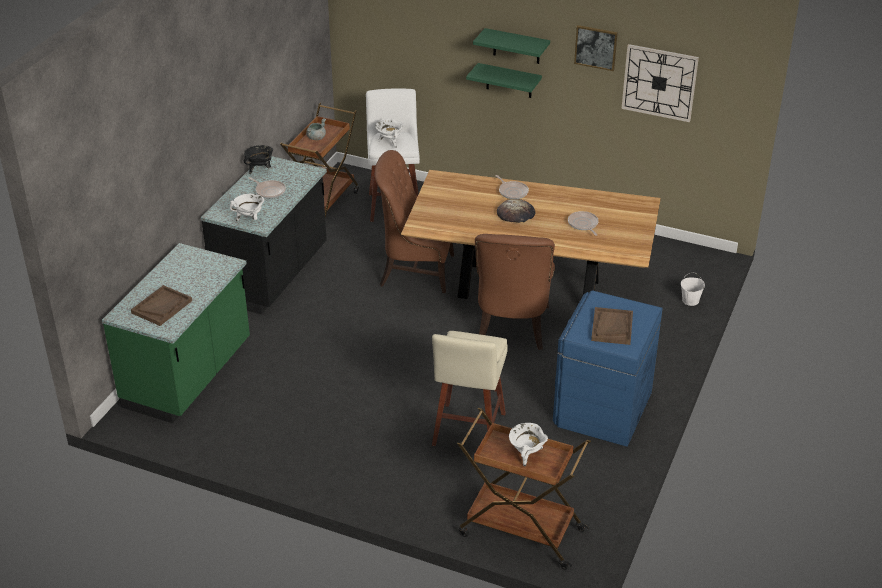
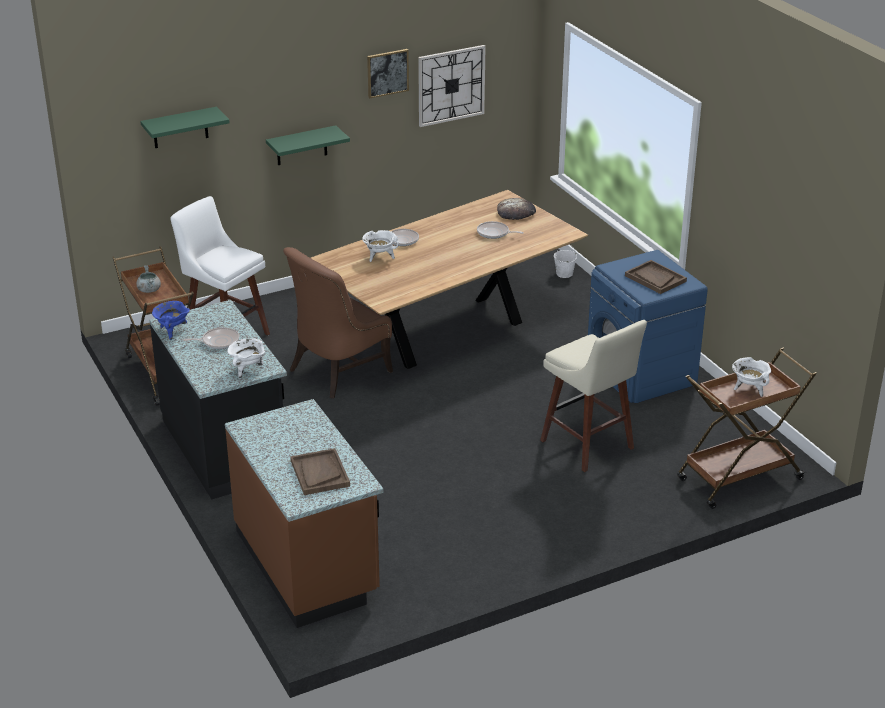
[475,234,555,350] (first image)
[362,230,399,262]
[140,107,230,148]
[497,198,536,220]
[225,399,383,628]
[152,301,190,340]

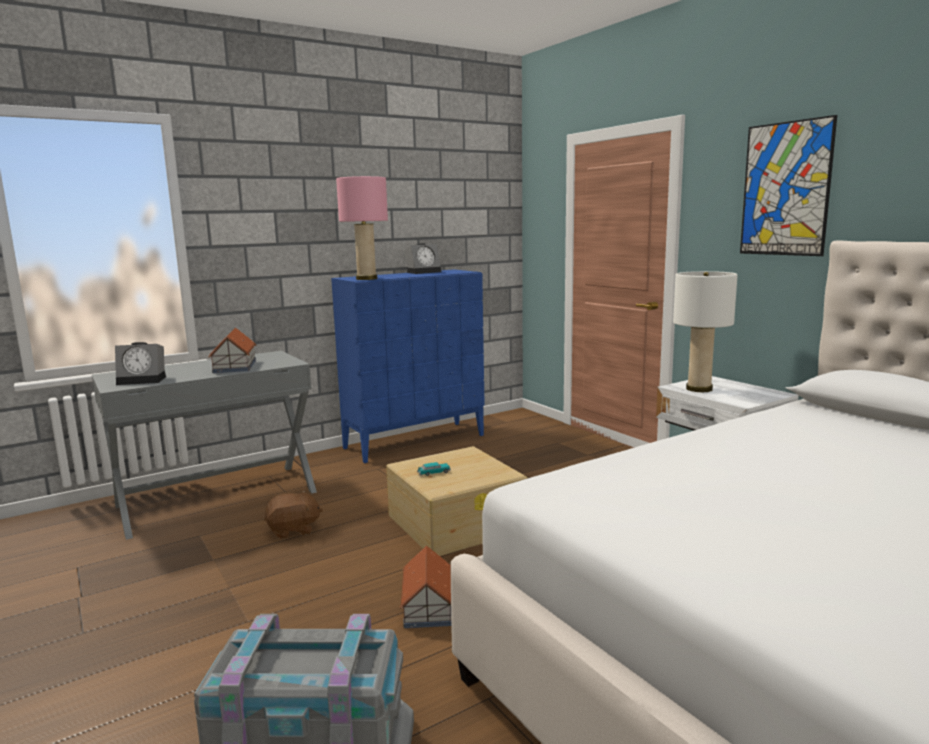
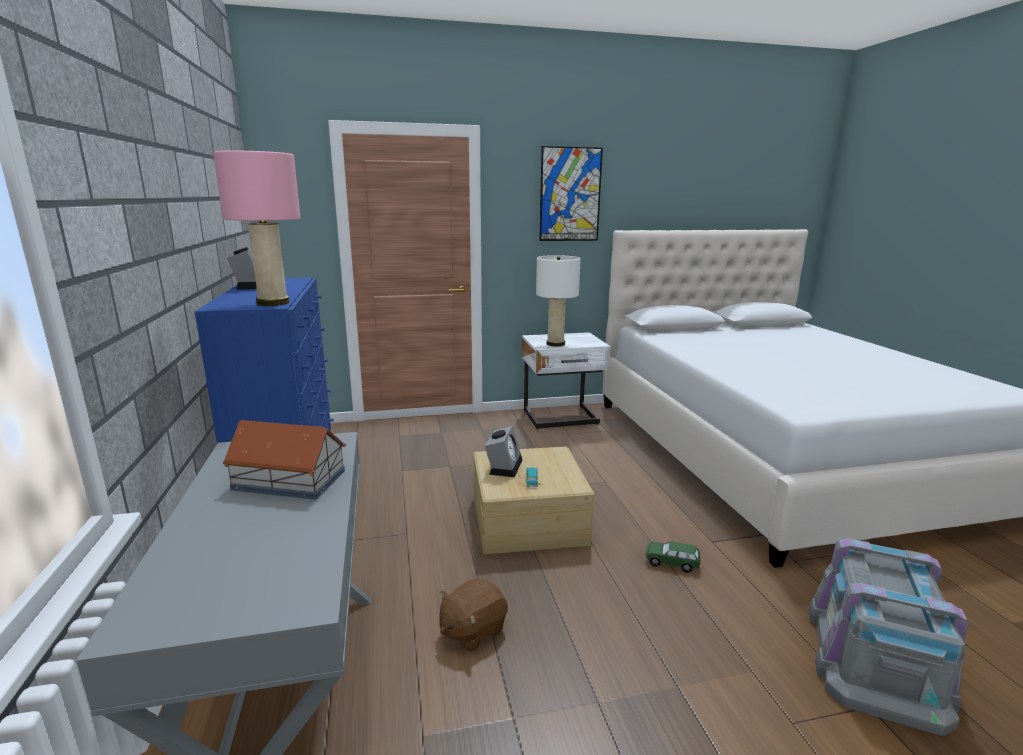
[485,426,522,477]
[646,541,701,573]
[439,578,508,652]

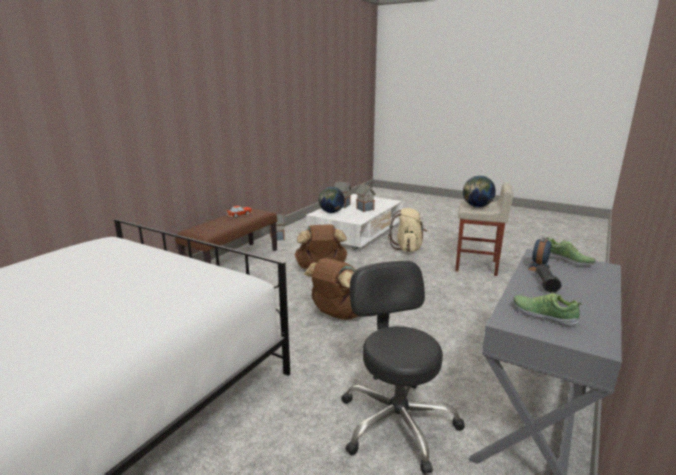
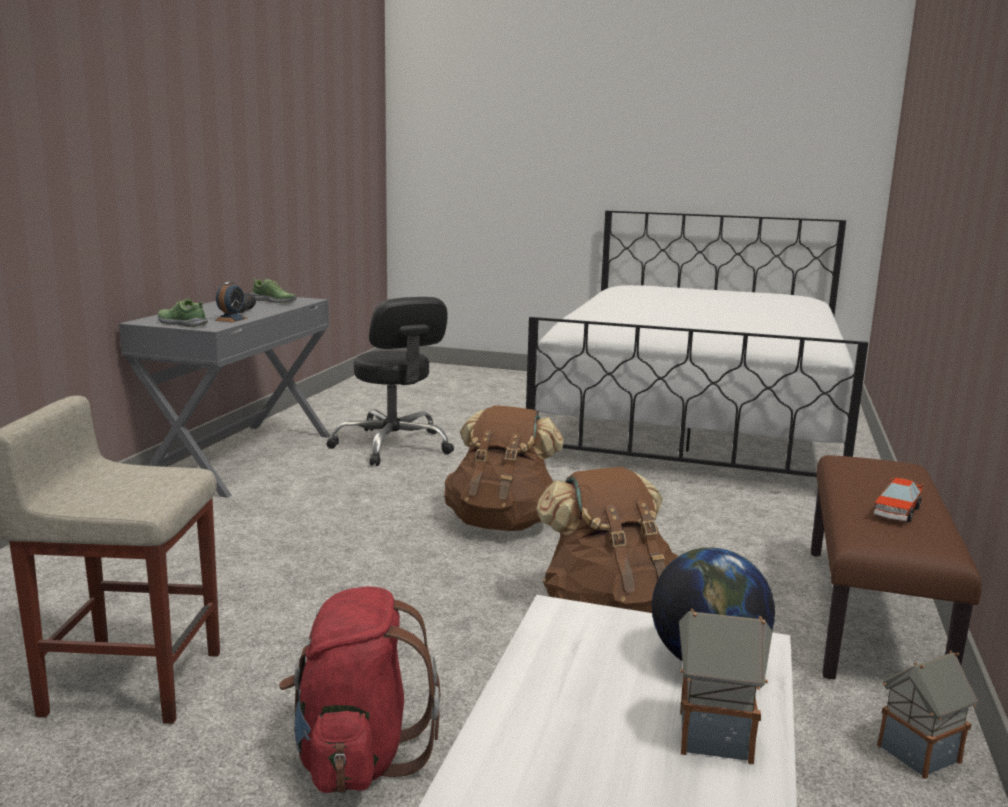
[356,184,376,212] (first image)
[463,176,496,207] (first image)
[279,586,440,793]

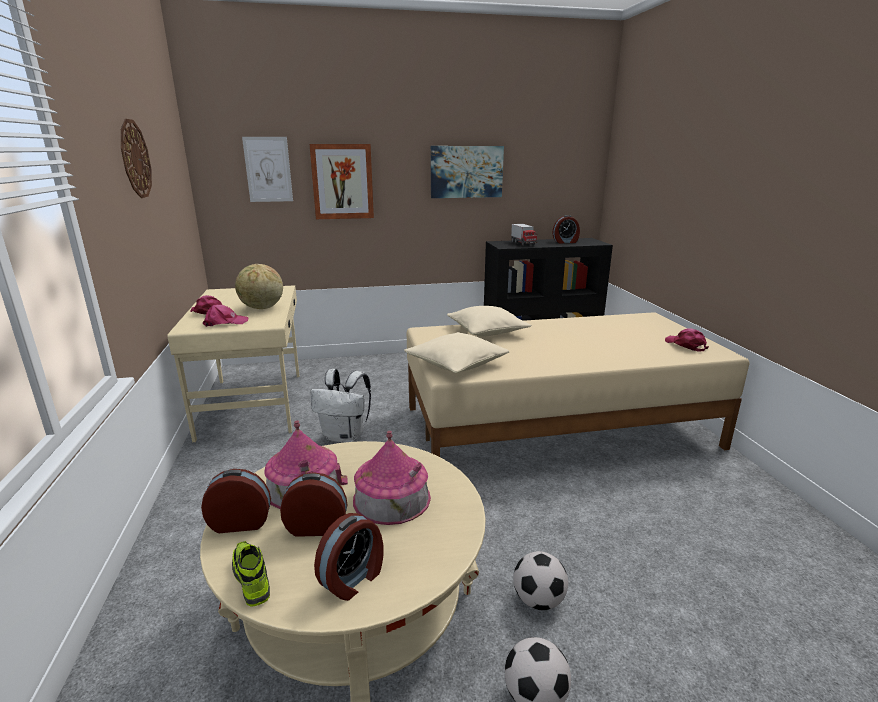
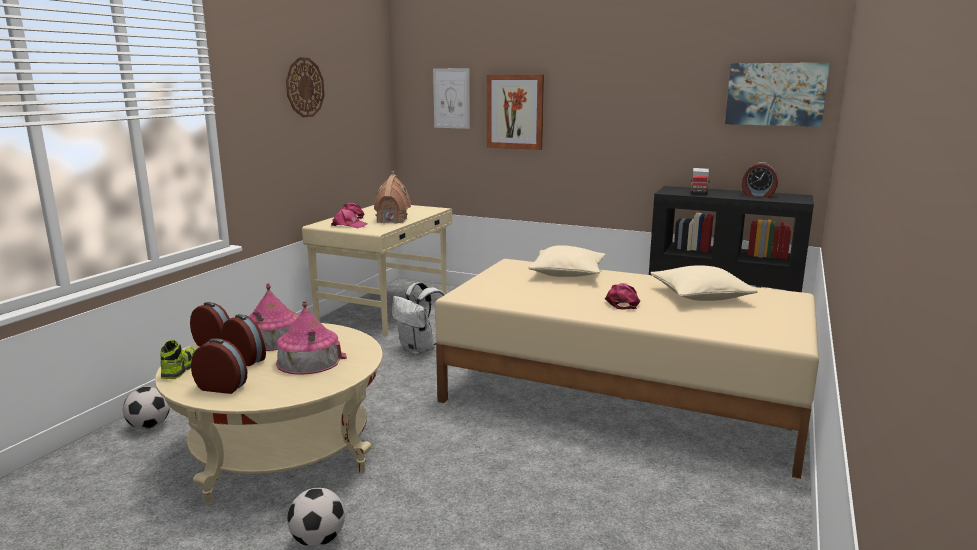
[651,265,758,301]
[725,63,830,127]
[123,387,170,429]
[605,283,640,310]
[374,171,411,224]
[191,338,247,394]

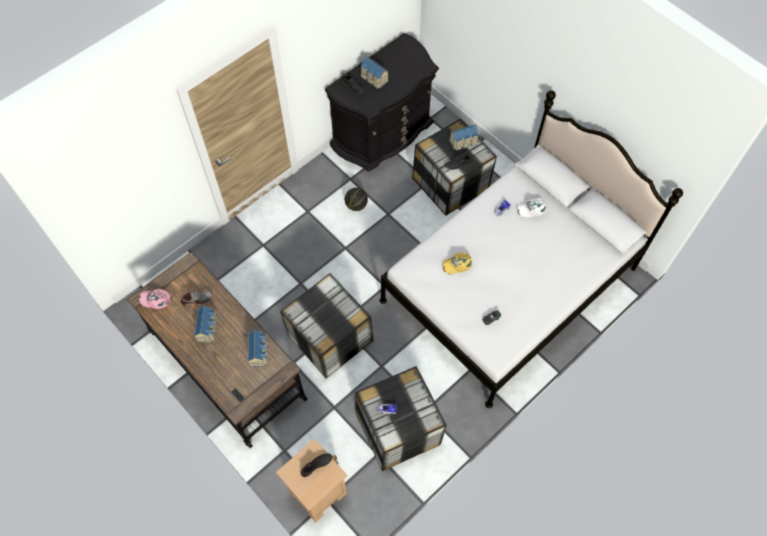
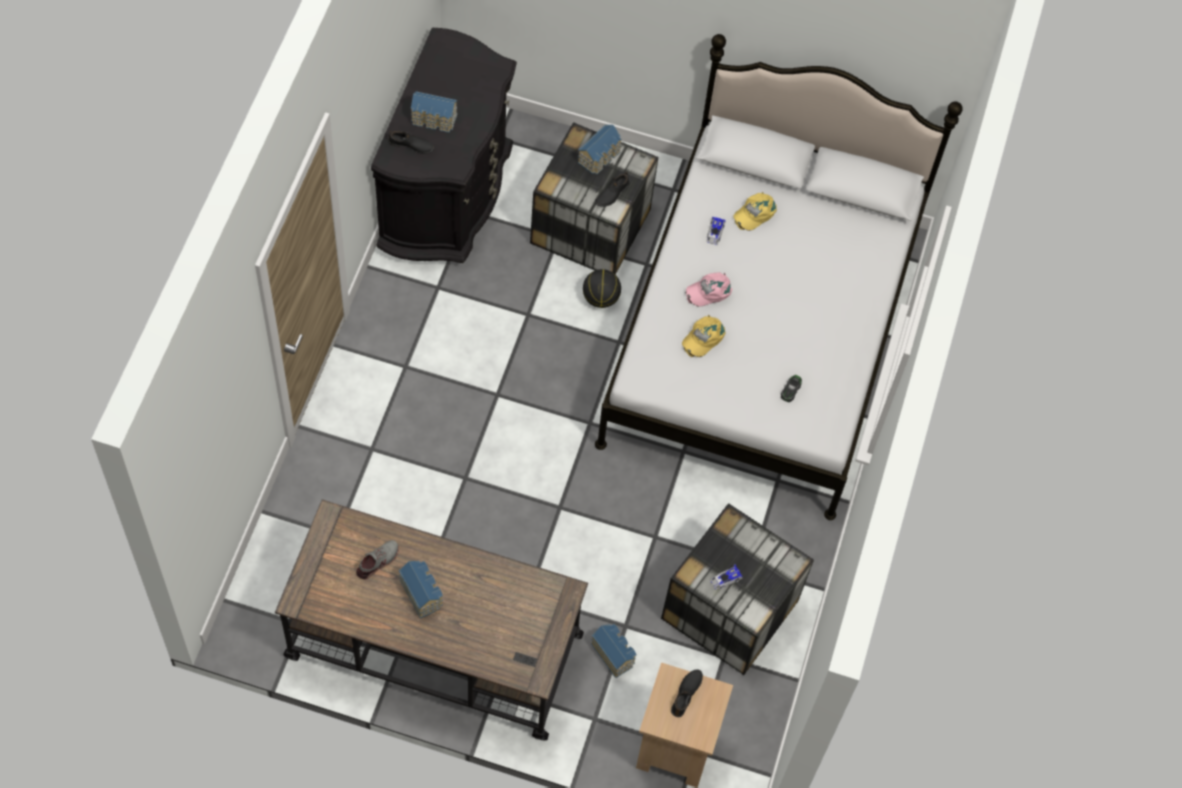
[280,273,373,378] (first image)
[685,272,733,307]
[591,624,636,678]
[583,269,621,308]
[733,192,777,231]

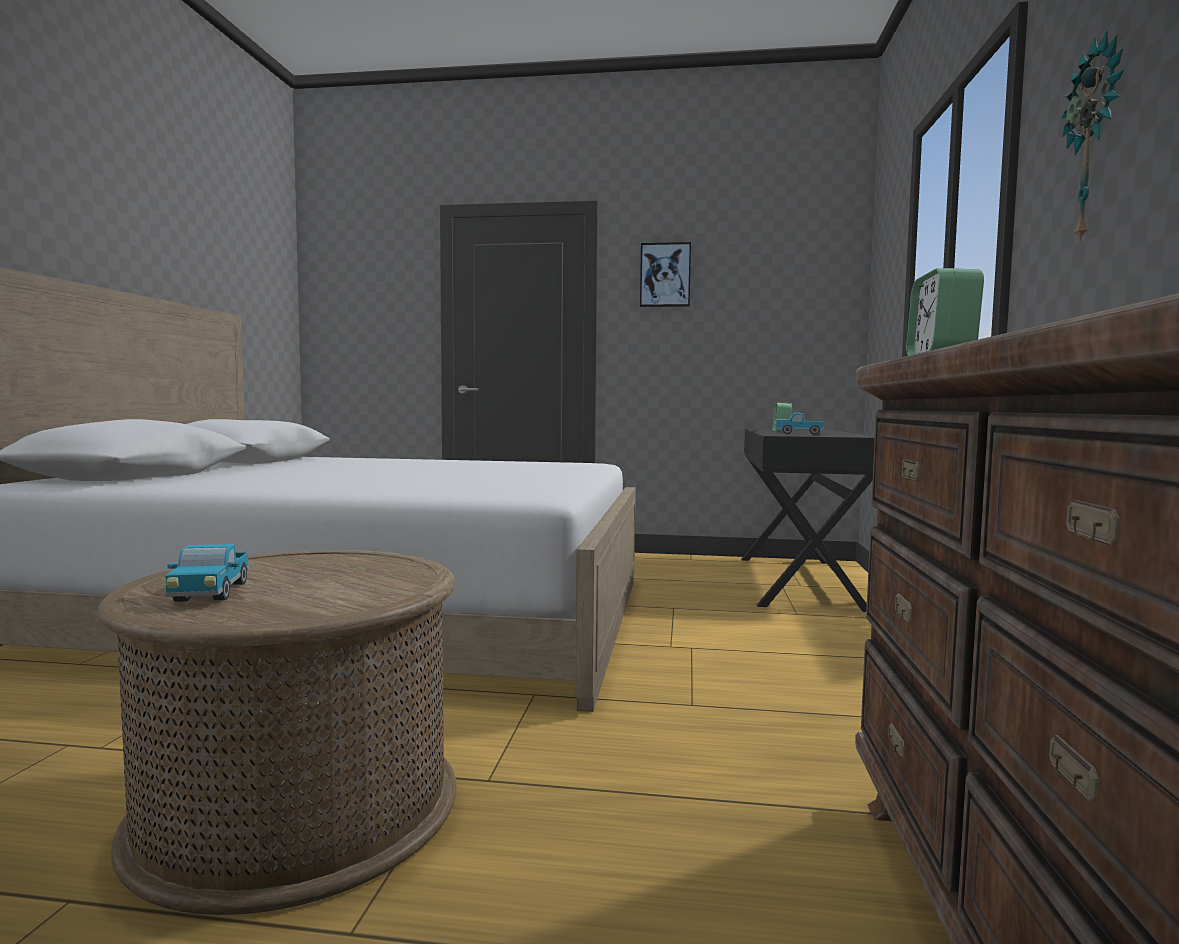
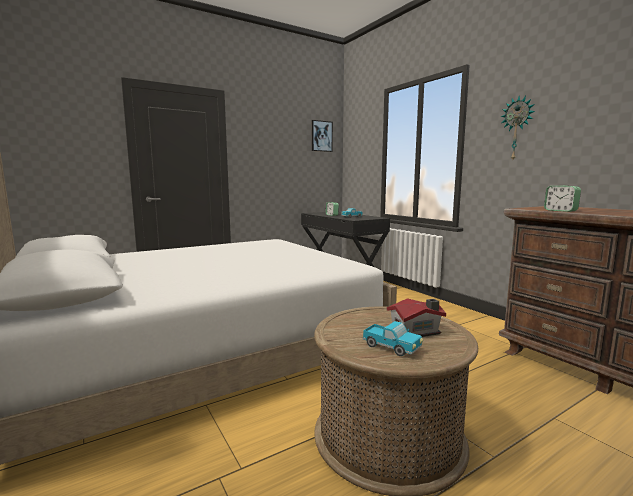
[387,298,446,337]
[312,120,333,152]

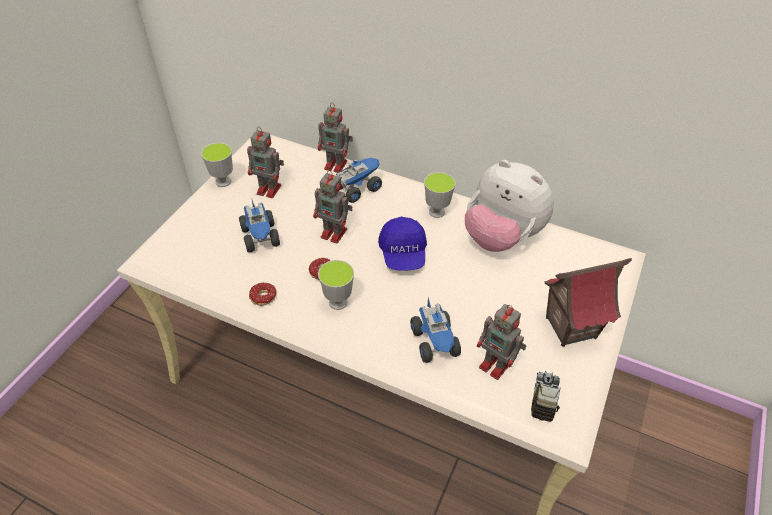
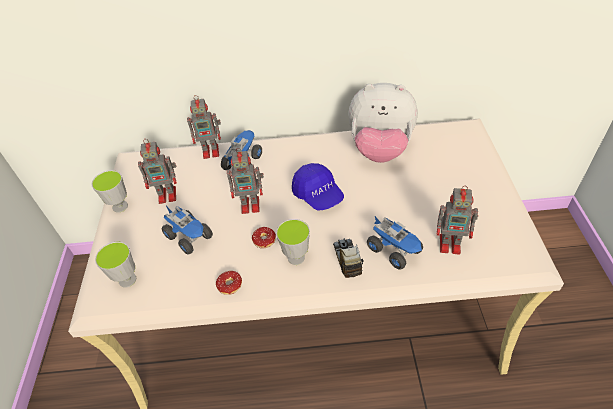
[544,258,632,347] (first image)
[95,242,136,288]
[333,238,364,279]

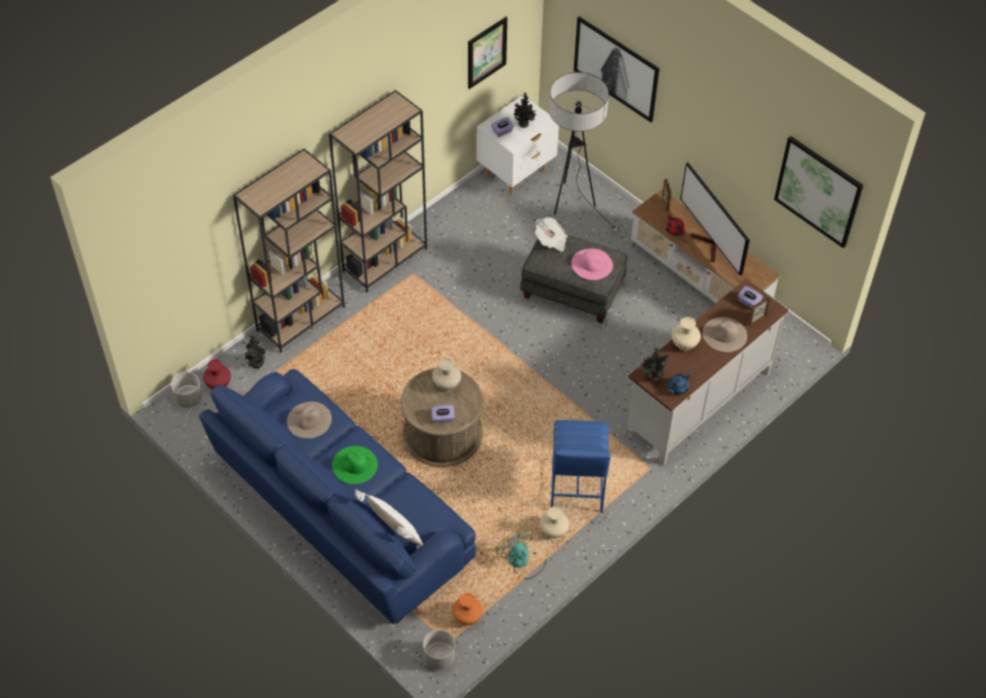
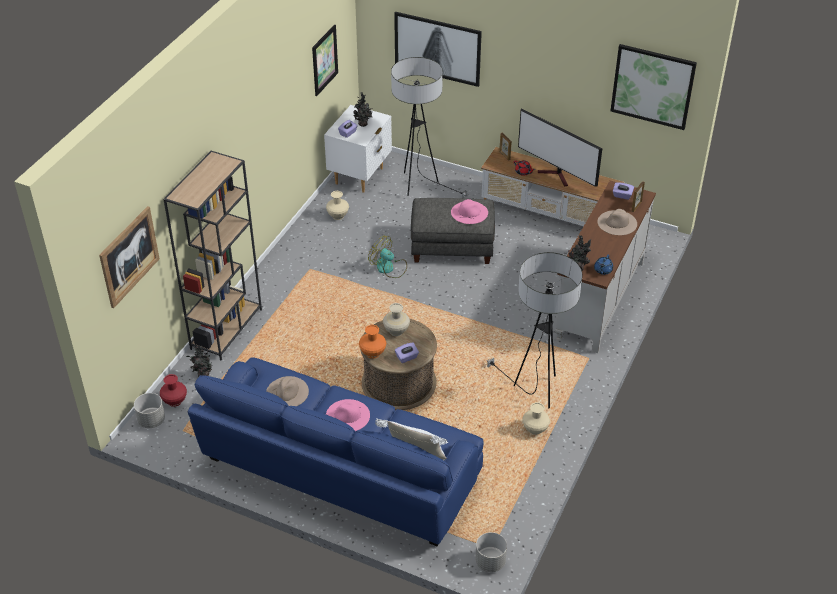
[329,90,427,292] (first image)
[535,217,568,252] (first image)
[99,206,160,308]
[359,325,386,358]
[368,236,407,278]
[326,191,349,220]
[486,252,583,408]
[326,399,370,431]

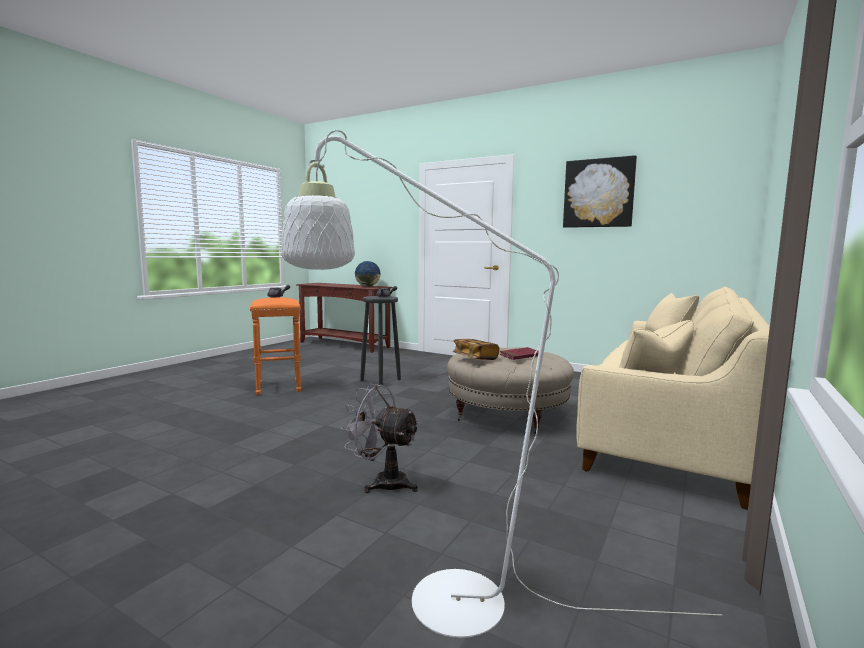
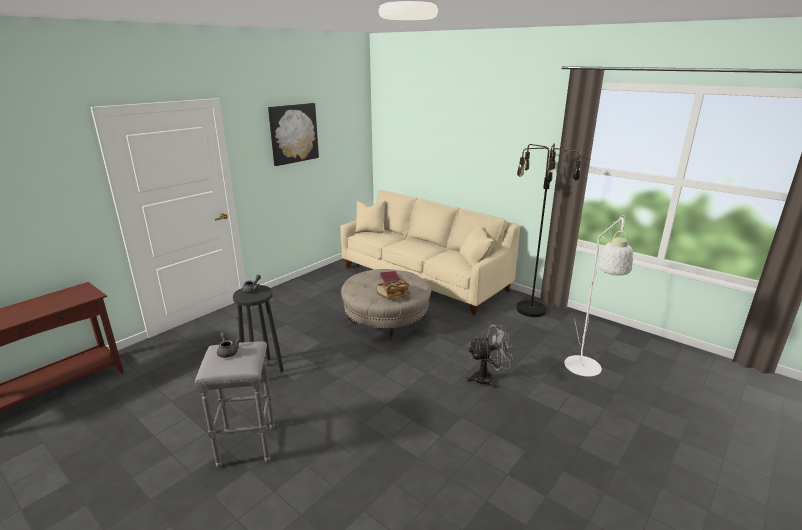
[354,261,381,287] (first image)
[516,143,581,317]
[195,342,275,468]
[465,325,513,389]

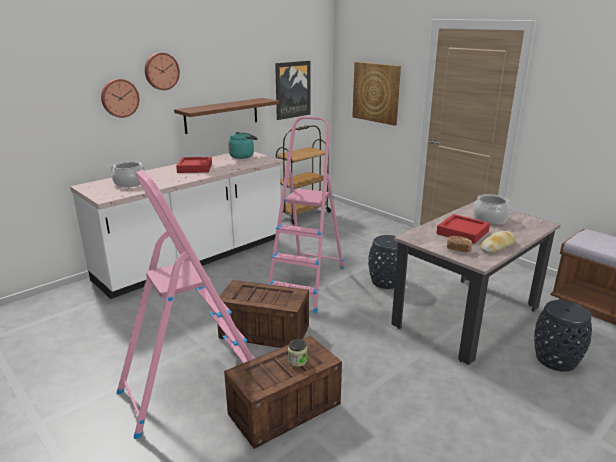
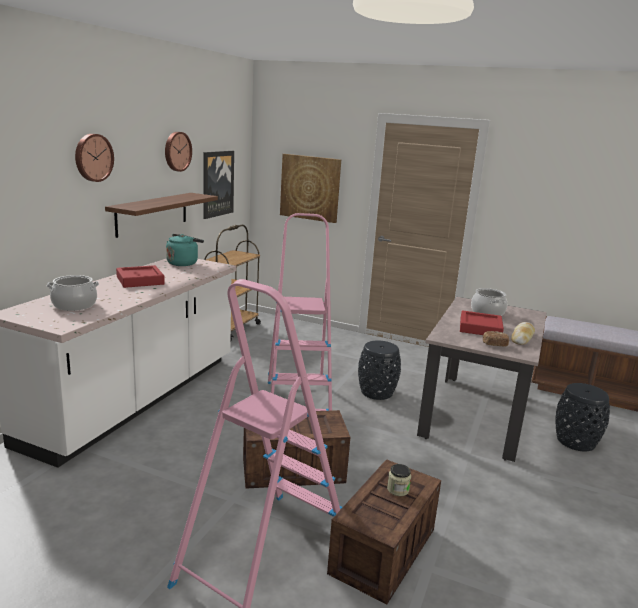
[165,132,192,172]

